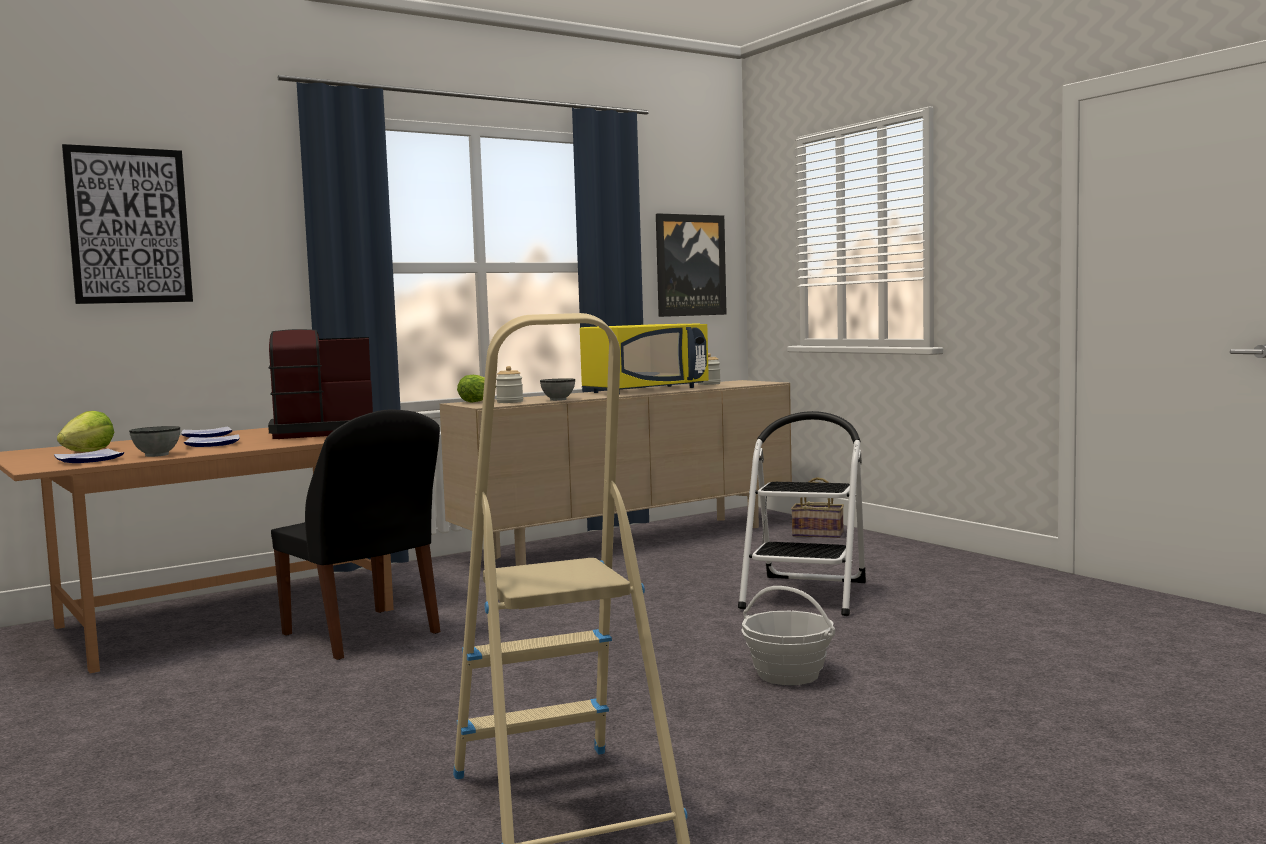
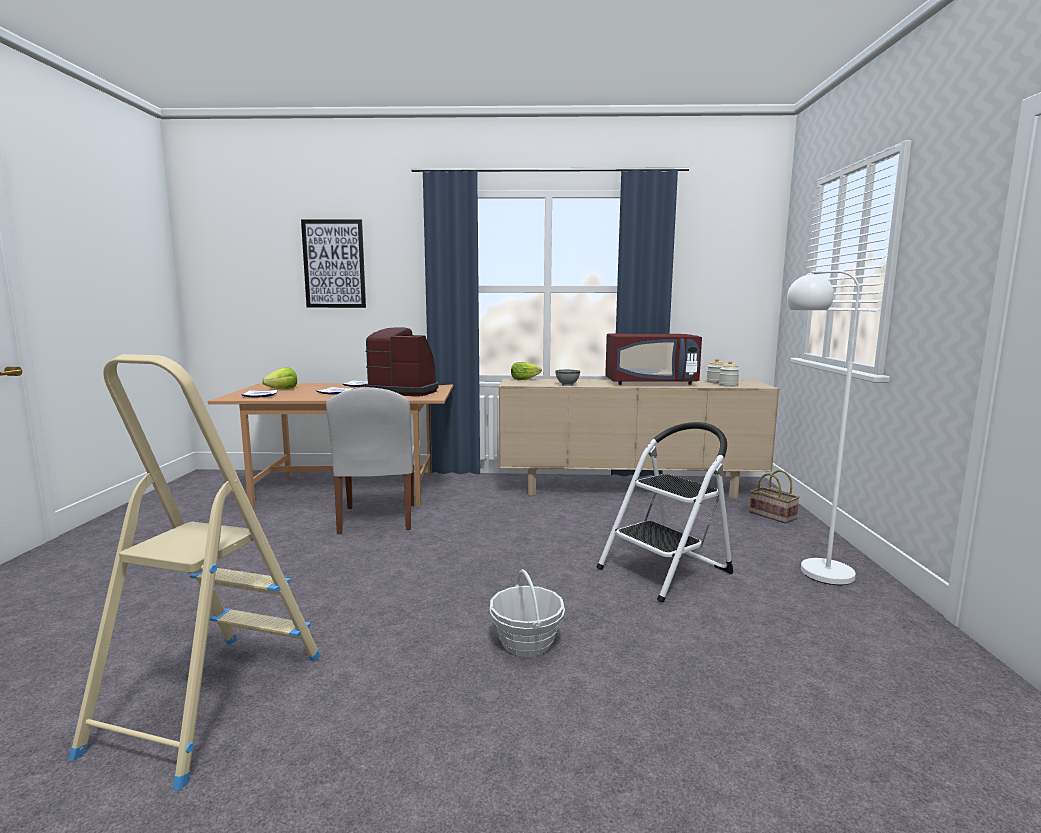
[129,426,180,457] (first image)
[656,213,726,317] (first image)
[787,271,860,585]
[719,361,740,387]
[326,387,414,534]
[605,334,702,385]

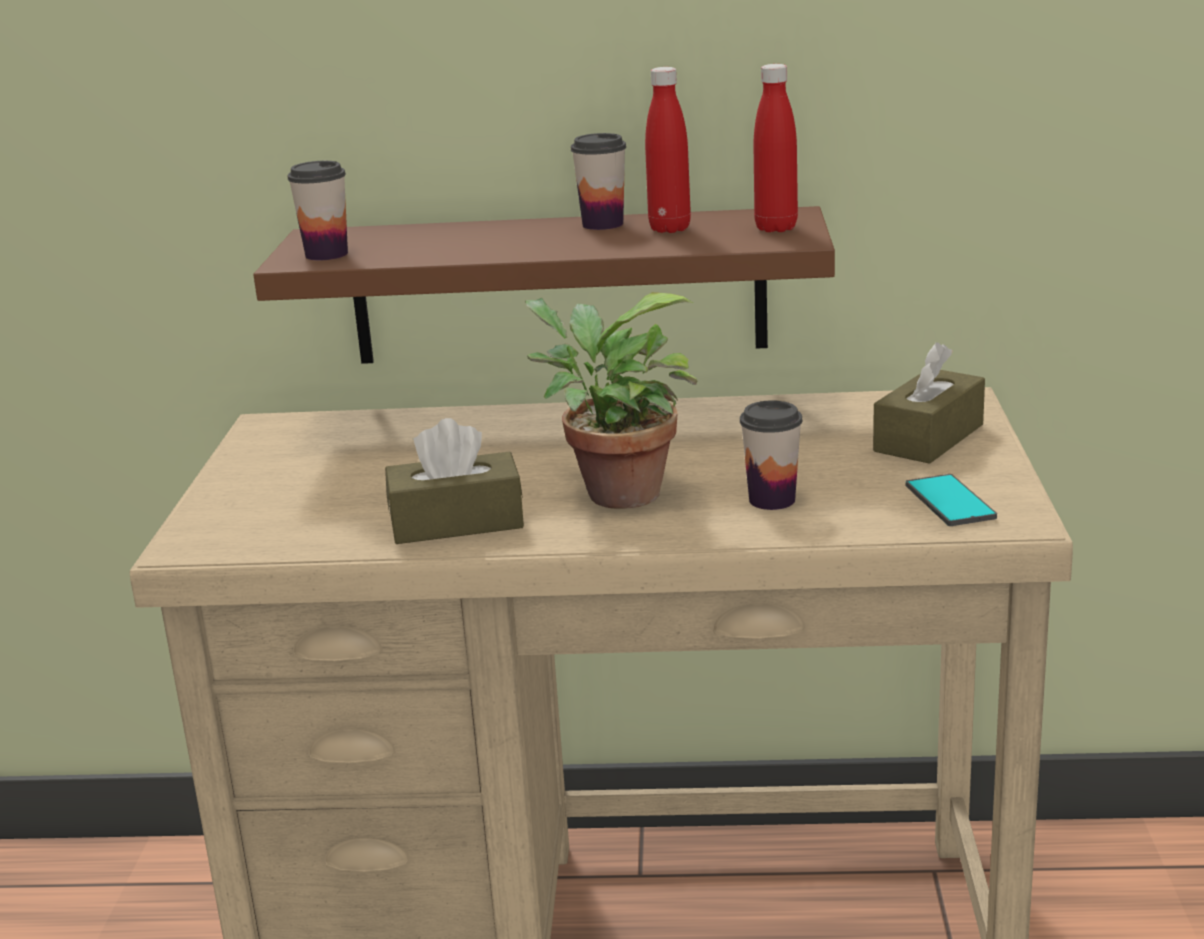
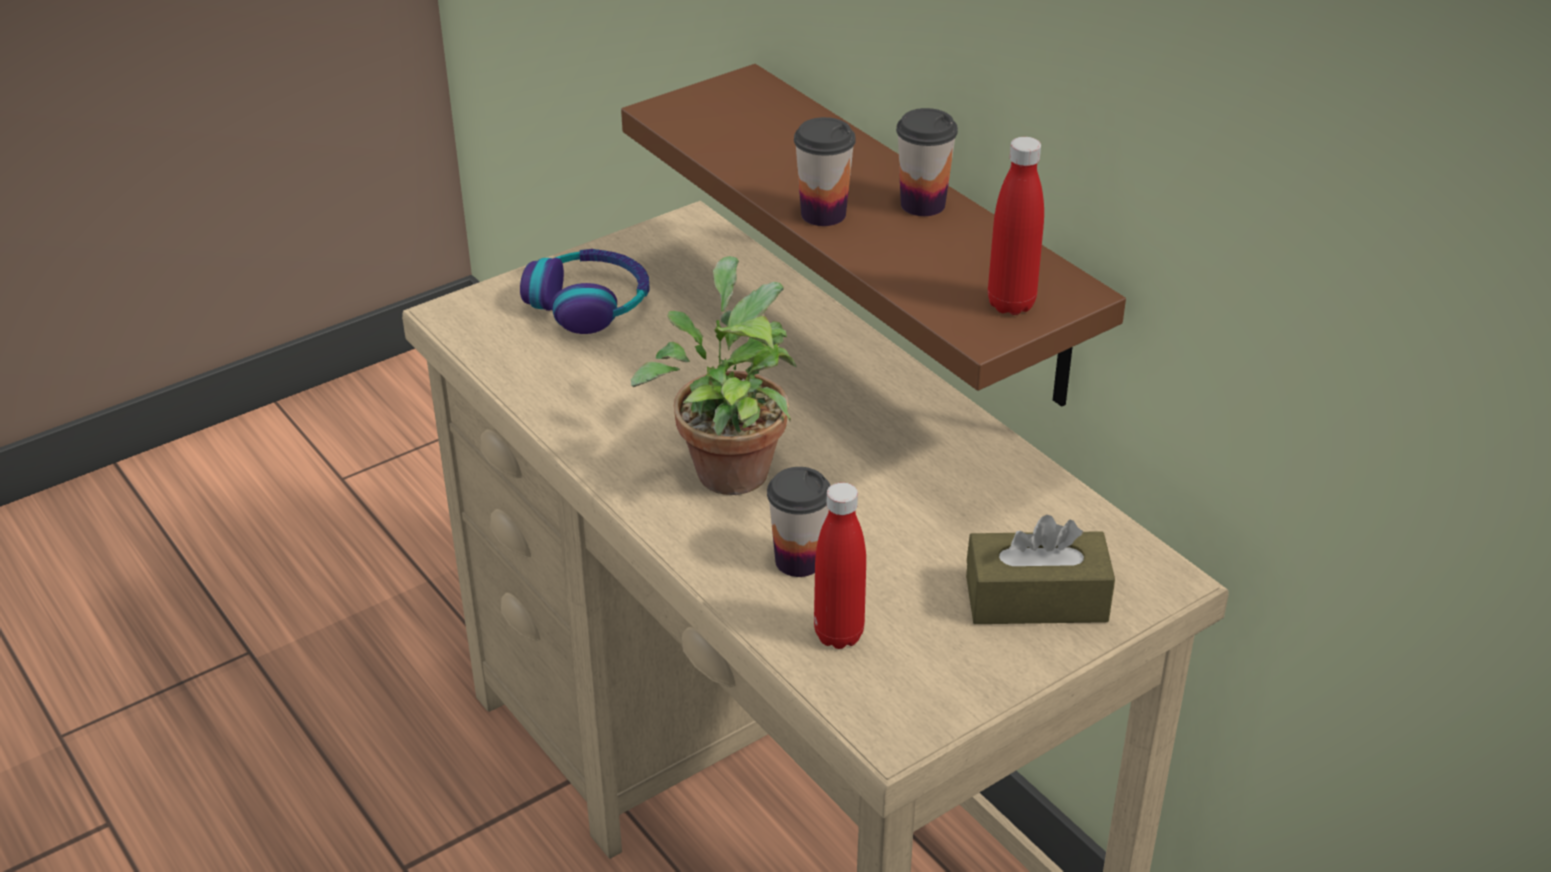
[385,418,524,544] (first image)
[906,474,997,526] (first image)
[520,249,650,334]
[794,117,856,226]
[814,482,866,649]

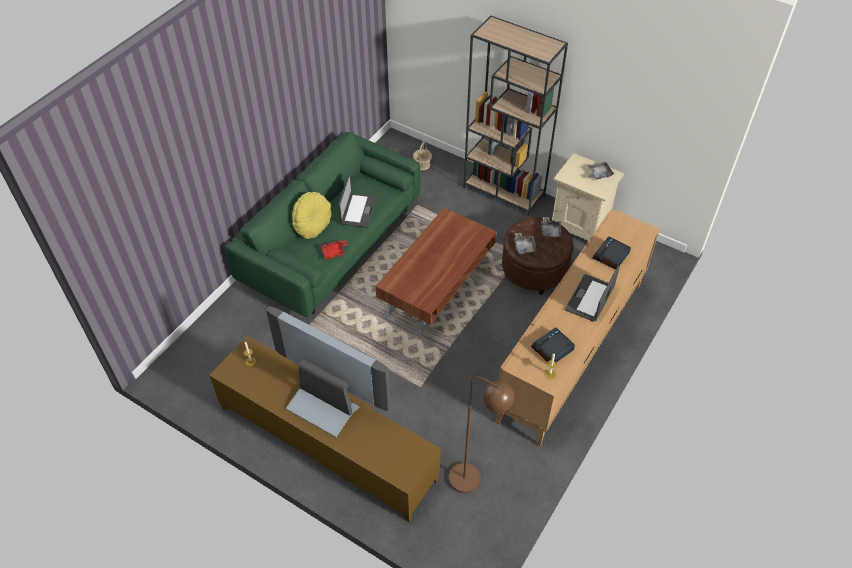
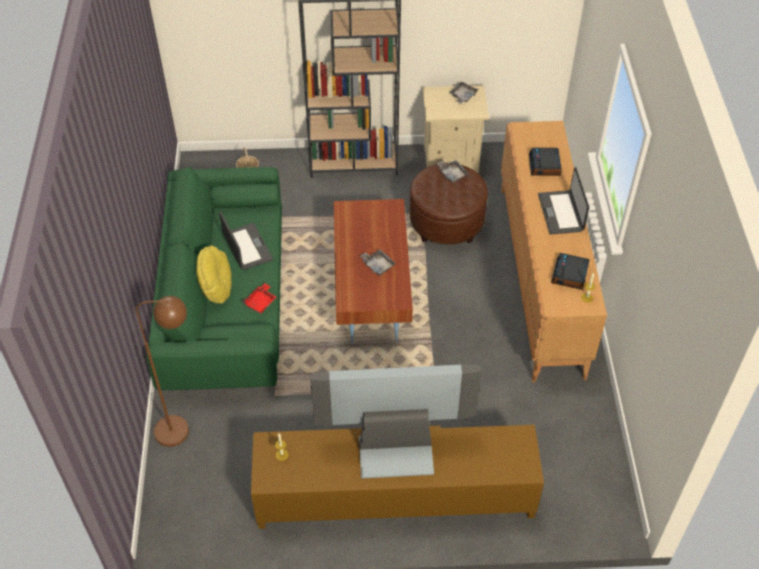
[136,296,189,447]
[360,249,396,276]

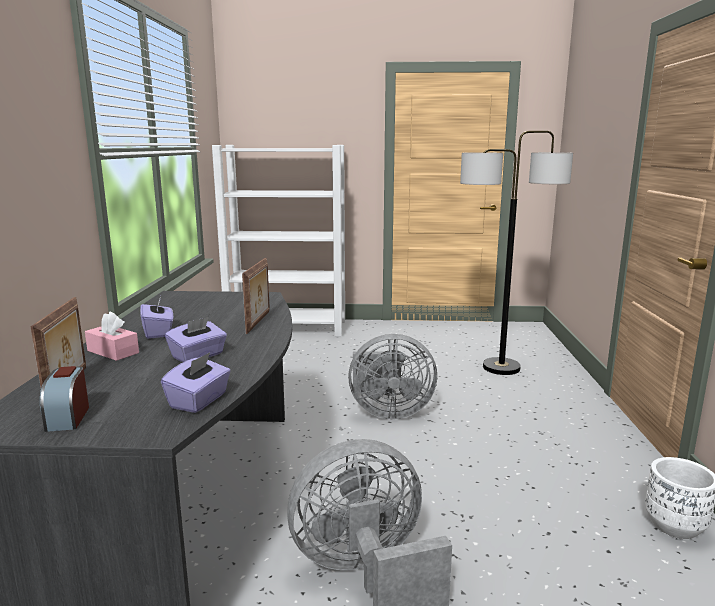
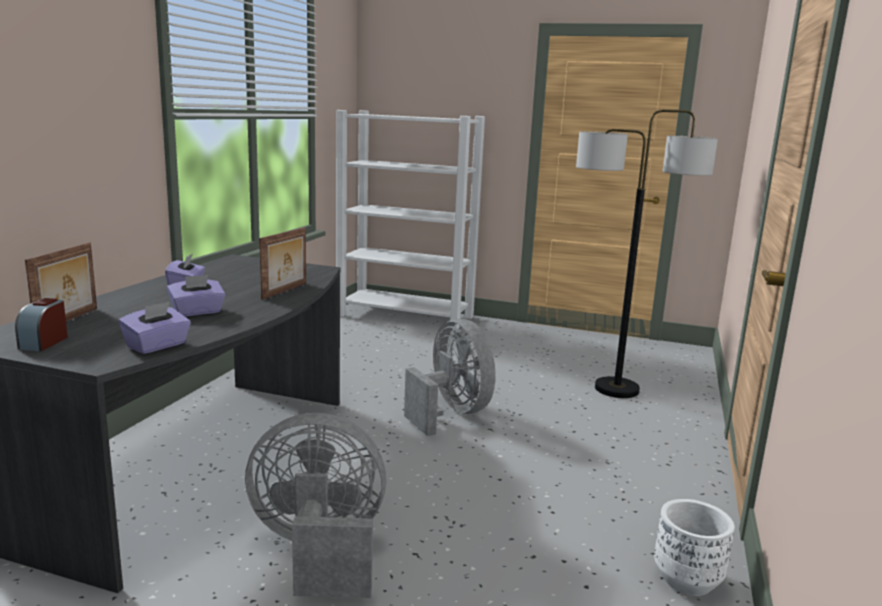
[85,312,139,361] (first image)
[404,319,496,436]

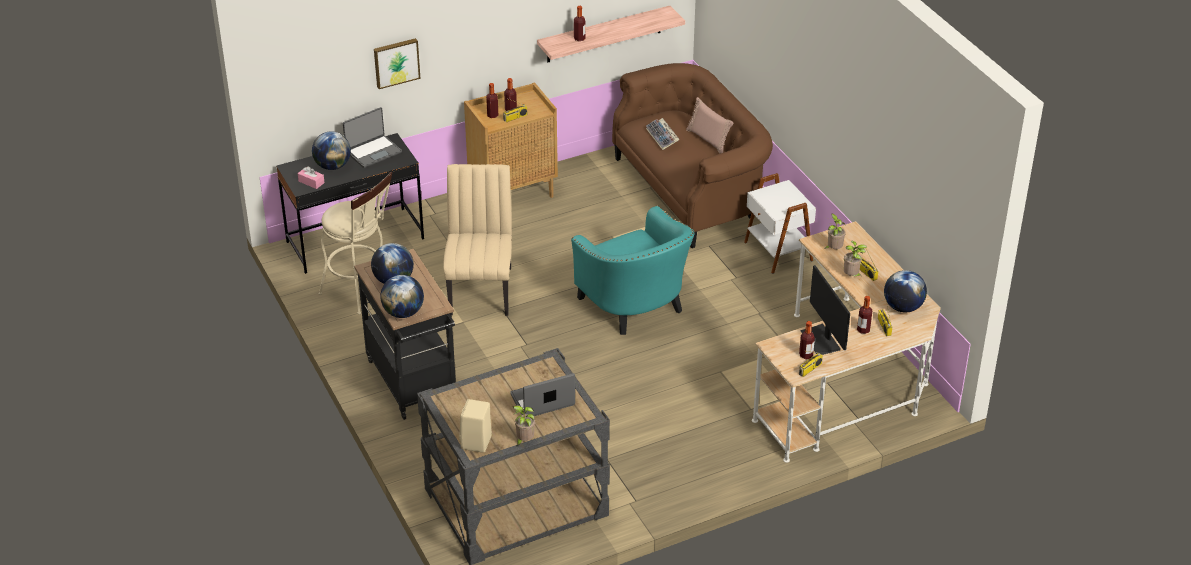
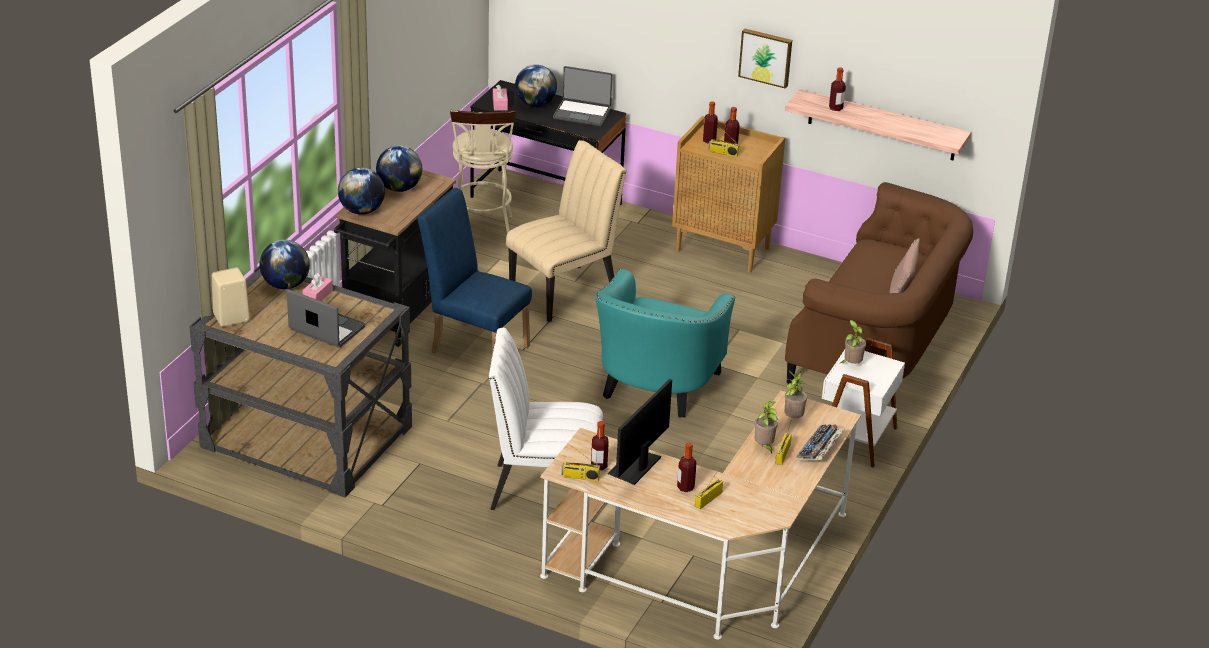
[303,273,333,301]
[417,188,532,354]
[488,328,603,510]
[738,28,792,89]
[839,320,867,364]
[796,424,845,460]
[259,240,310,289]

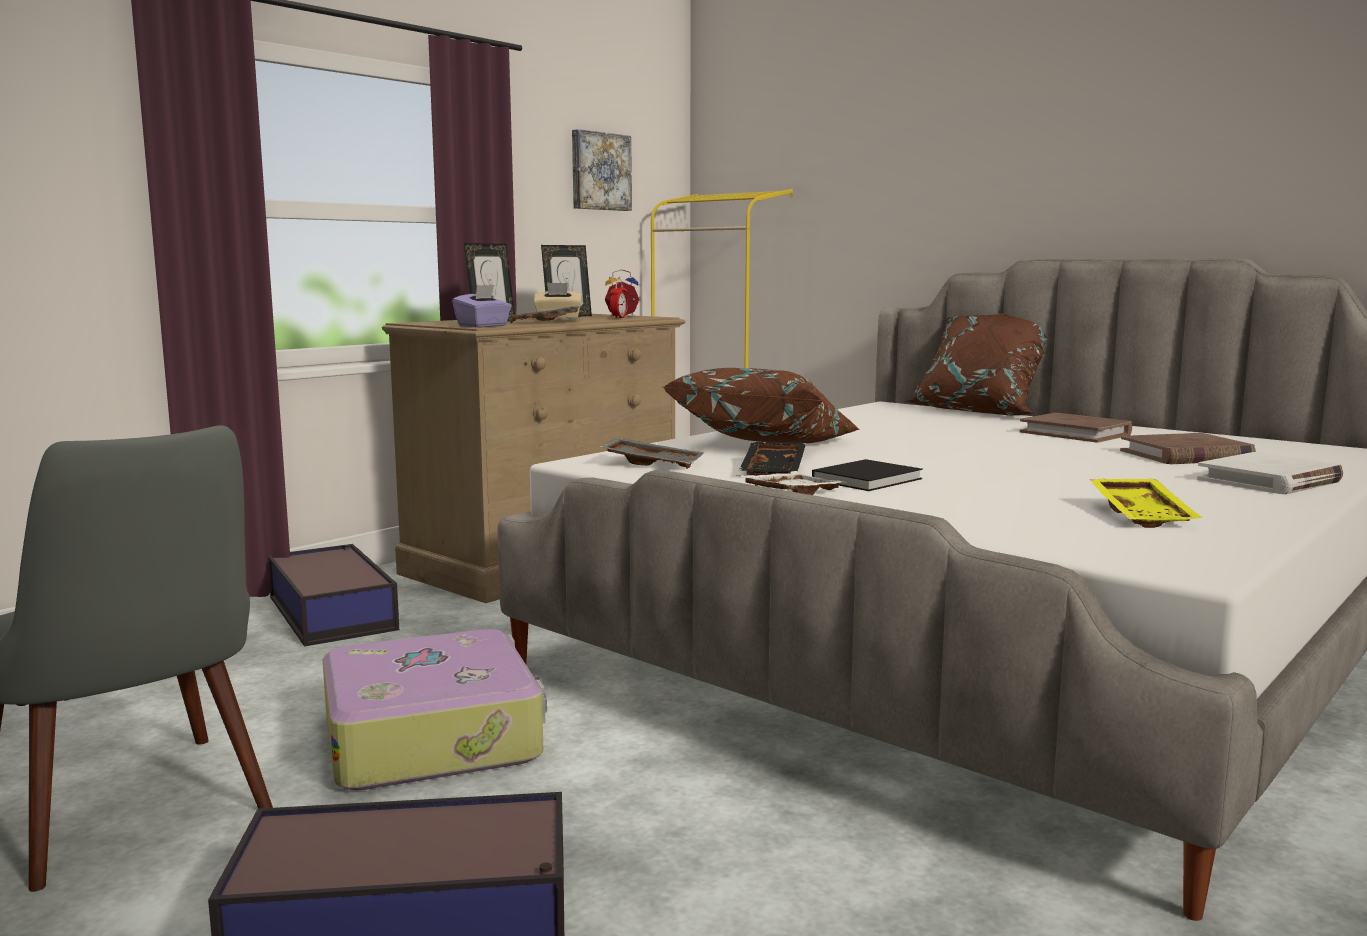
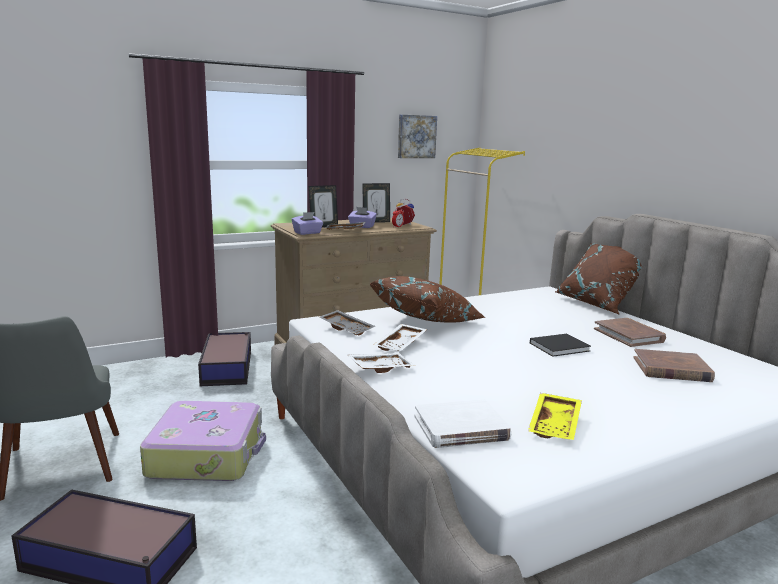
[530,334,591,357]
[415,399,511,448]
[348,207,377,228]
[373,324,427,351]

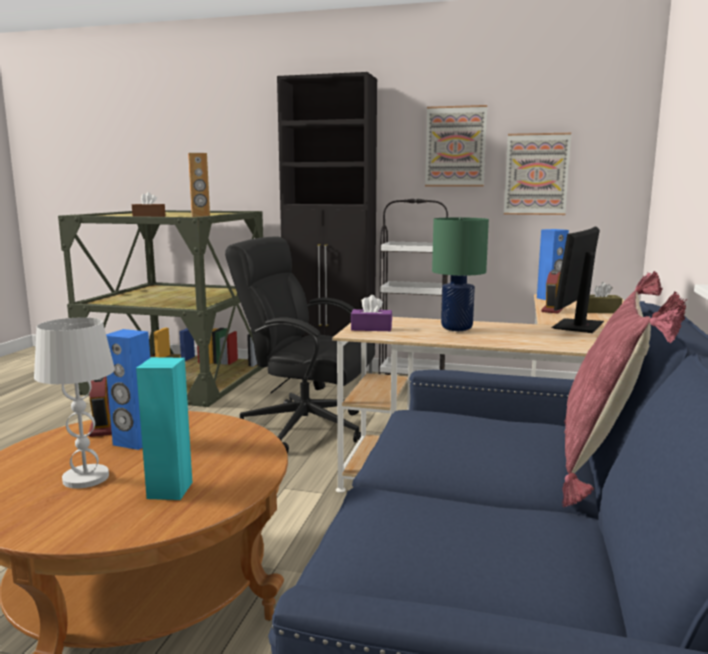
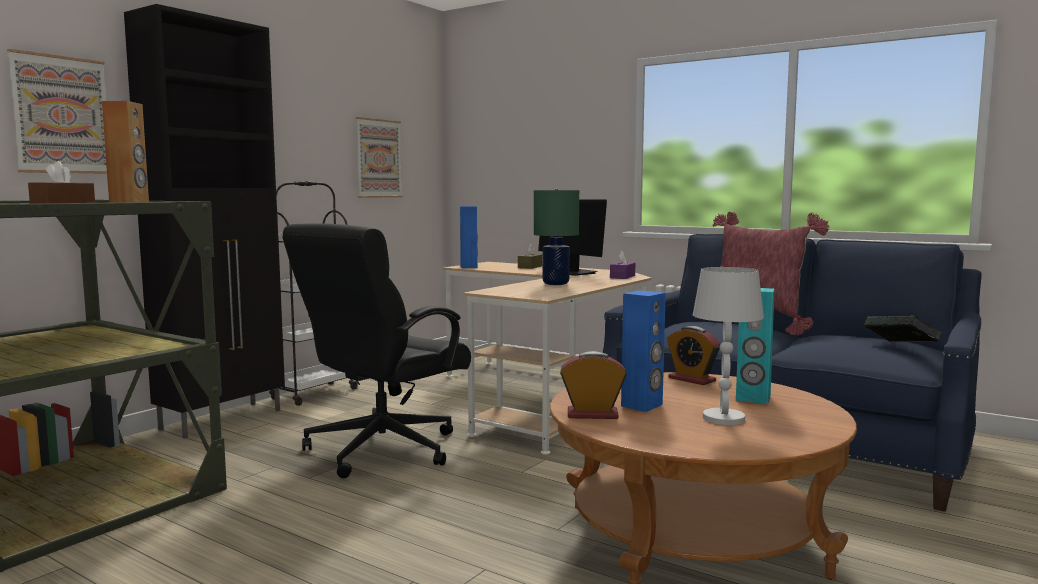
[864,316,941,342]
[610,250,635,279]
[7,49,107,174]
[667,326,720,385]

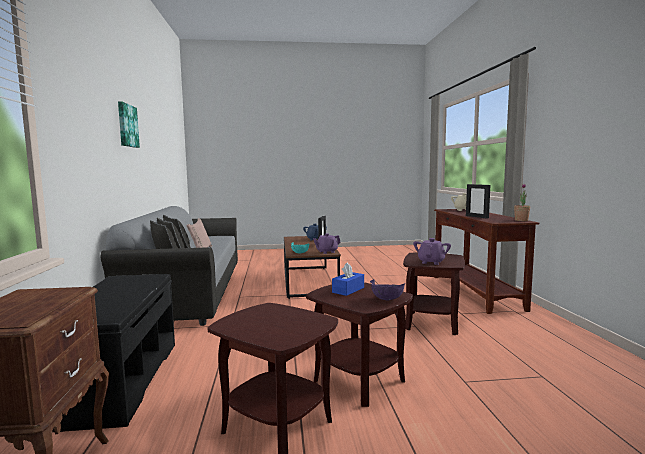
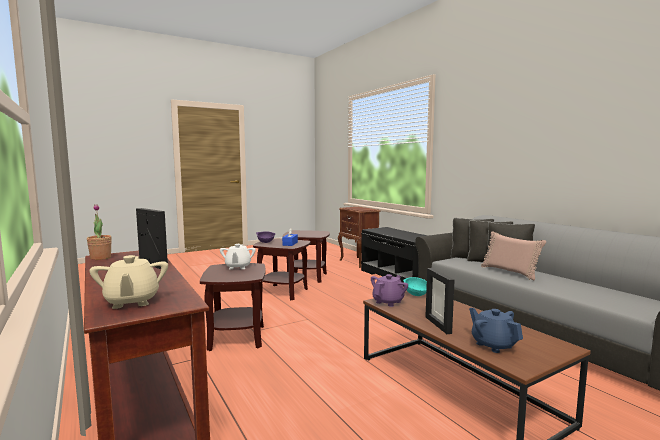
[118,102,140,148] (first image)
[220,244,256,269]

